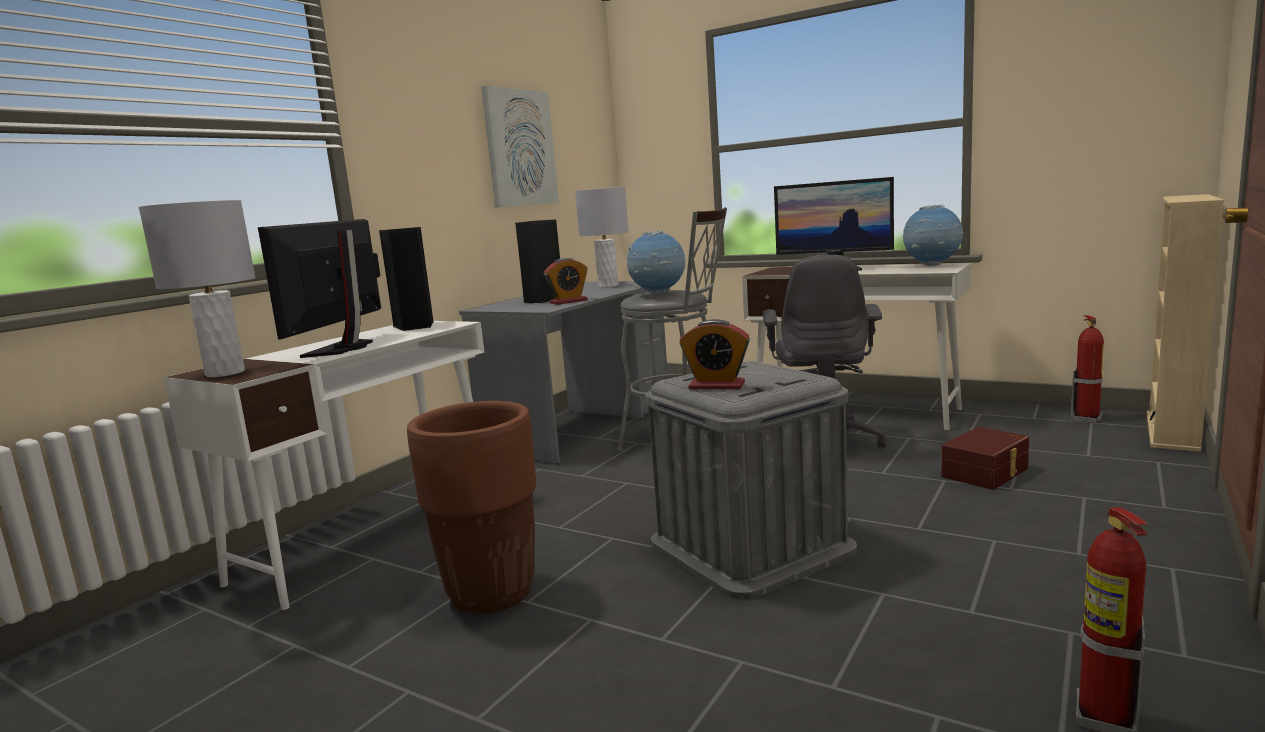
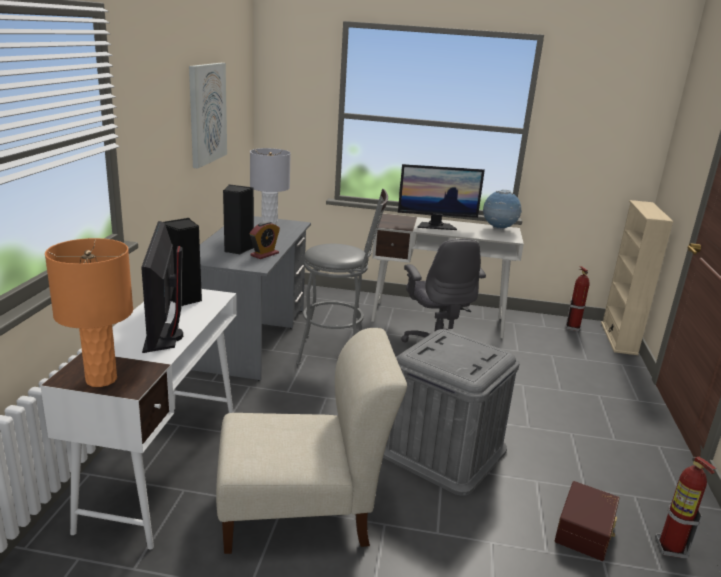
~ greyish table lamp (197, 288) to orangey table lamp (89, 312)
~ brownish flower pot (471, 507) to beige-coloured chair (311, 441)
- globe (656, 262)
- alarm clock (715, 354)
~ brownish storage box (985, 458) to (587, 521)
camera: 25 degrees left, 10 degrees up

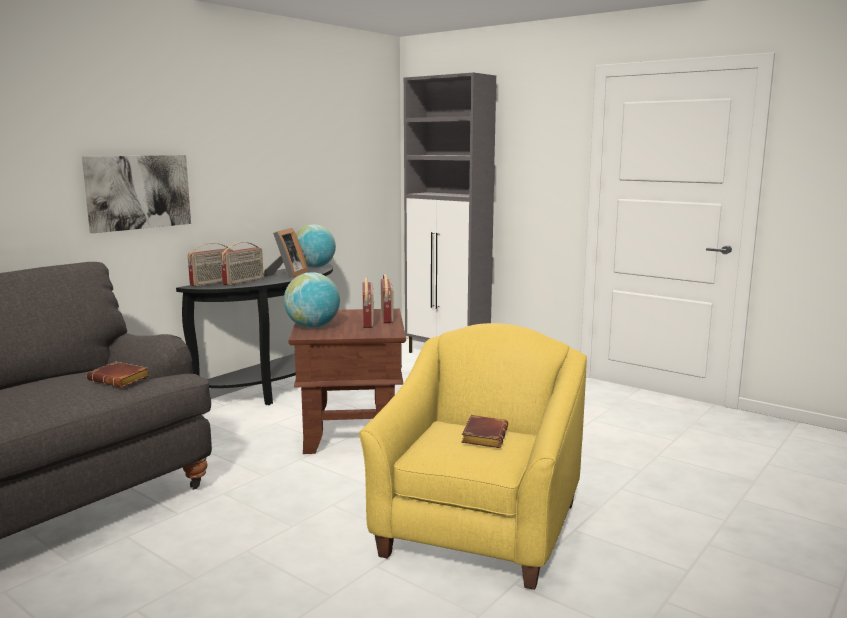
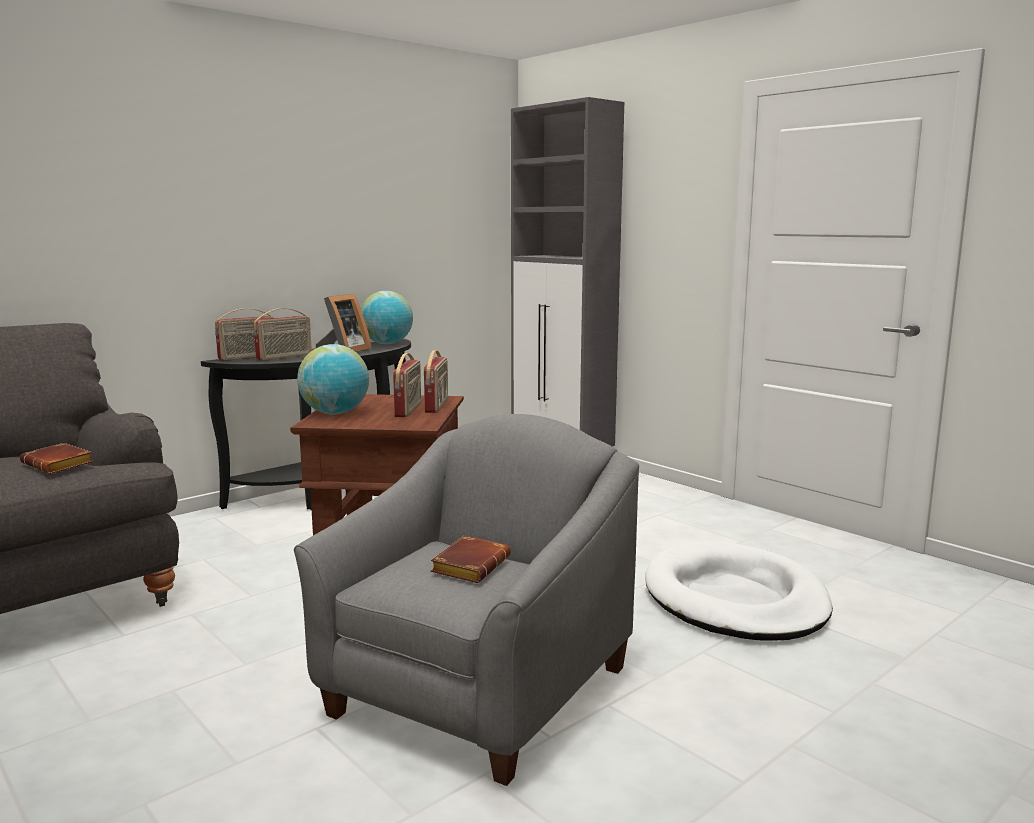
- wall art (136, 194)
~ yellow lounge chair (473, 456) to greyish lounge chair (466, 600)
+ white dog bed (739, 591)
camera: 10 degrees right, 0 degrees up

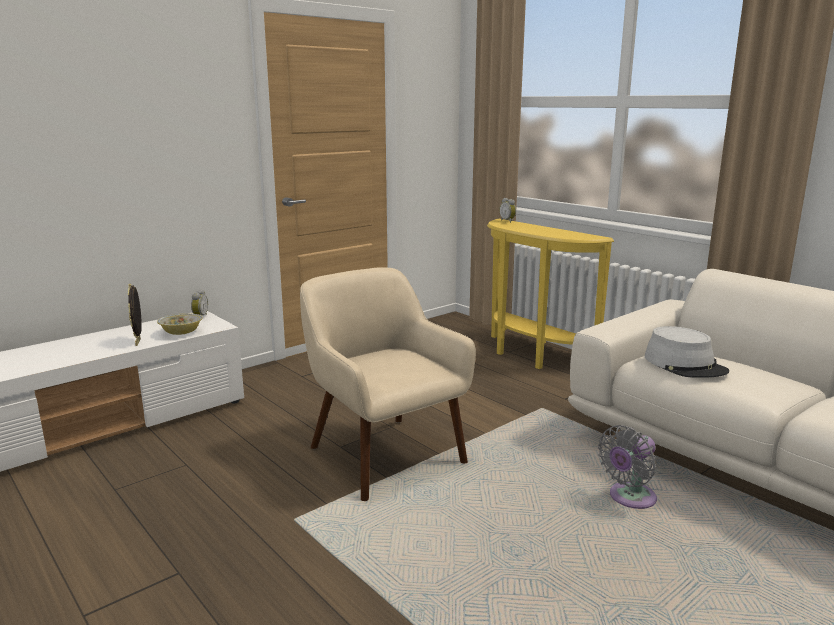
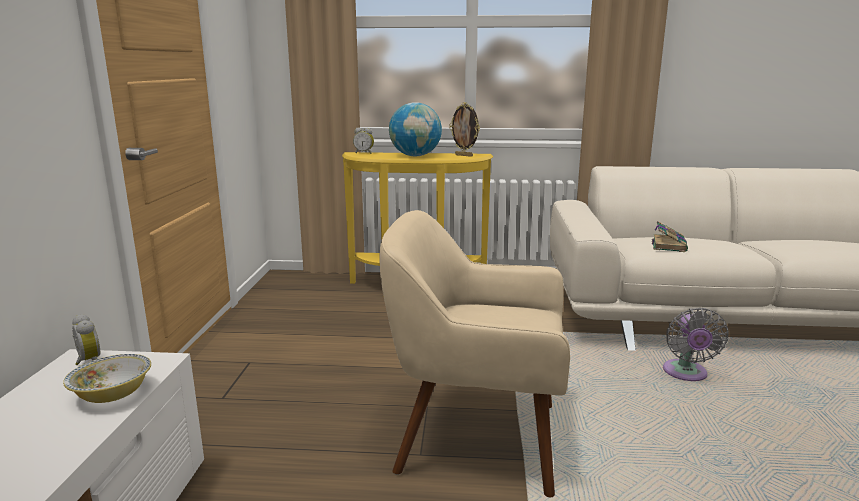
~ standing frame (135, 315) to (464, 129)
~ greyish wearable hat (687, 352) to book (670, 236)
+ globe (415, 129)
camera: 45 degrees left, 0 degrees up

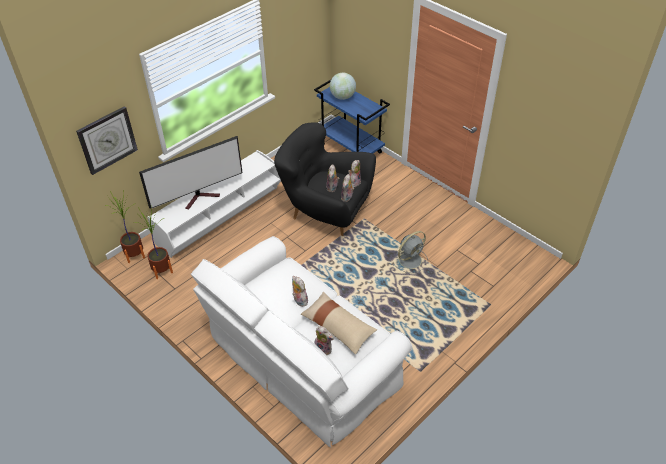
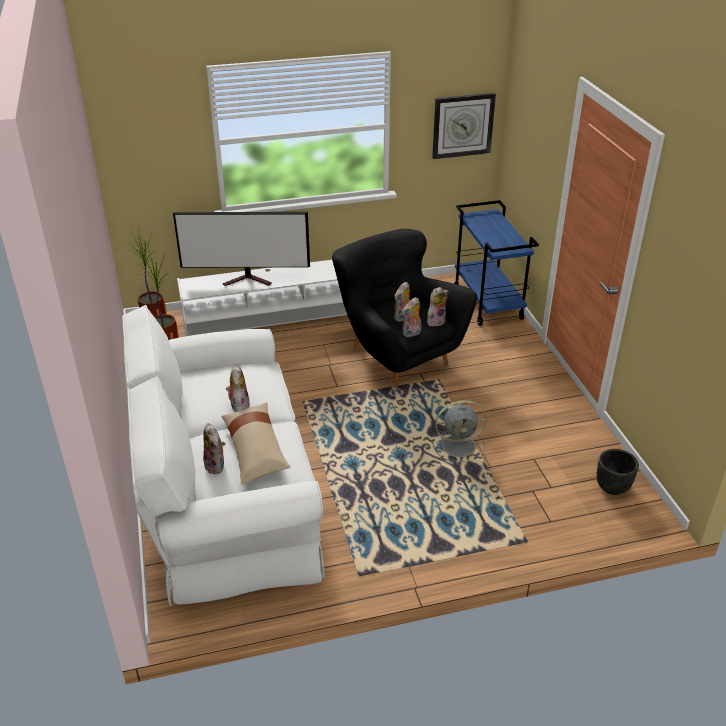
~ clock on the wall (107, 140) to (464, 126)
- globe (343, 86)
+ black flower pot (618, 472)
camera: 30 degrees right, 10 degrees down

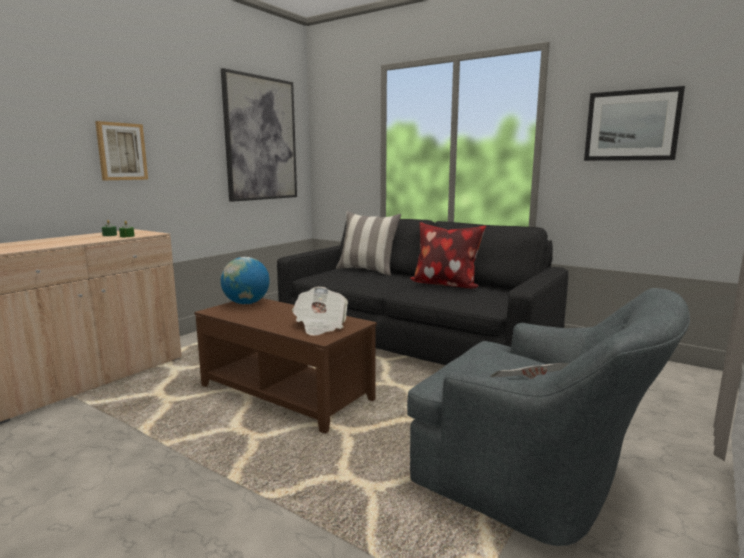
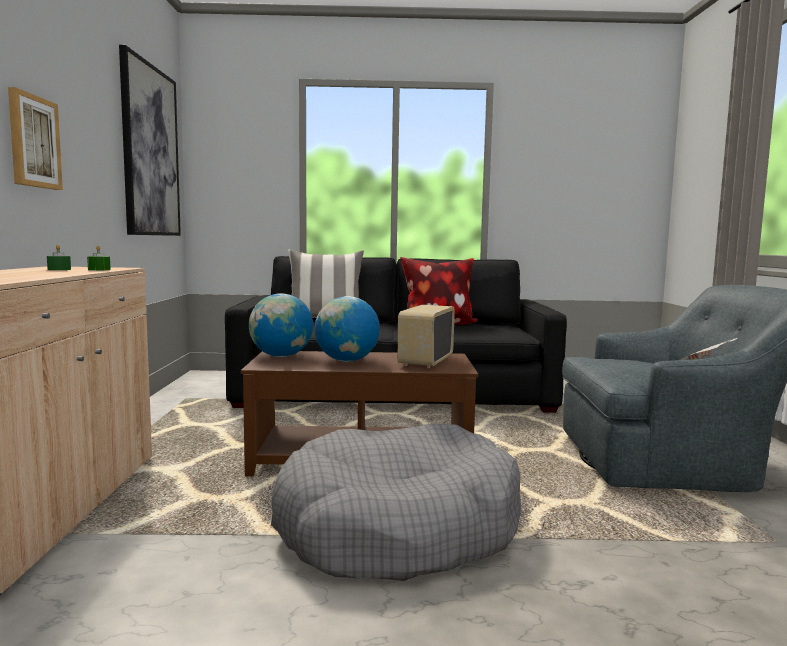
~ printed paper (320, 311) to radio (426, 336)
- wall art (634, 123)
+ greyish dog bed (396, 502)
+ globe (347, 328)
camera: 35 degrees left, 5 degrees down

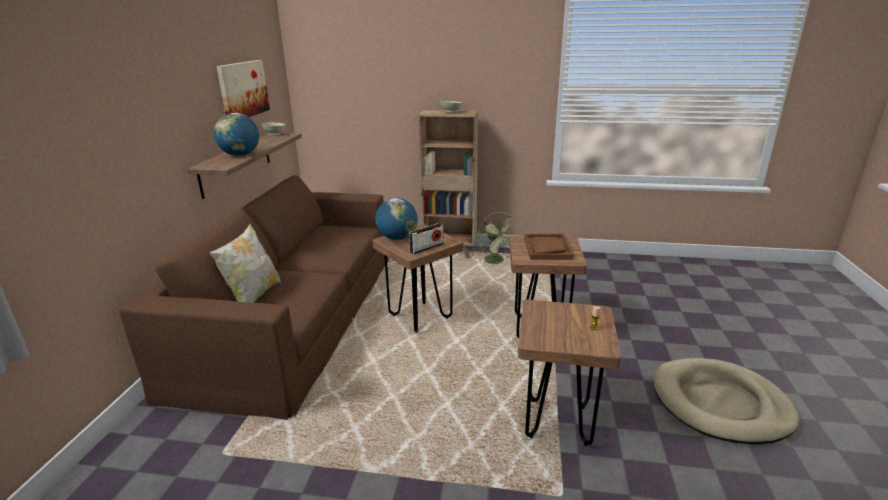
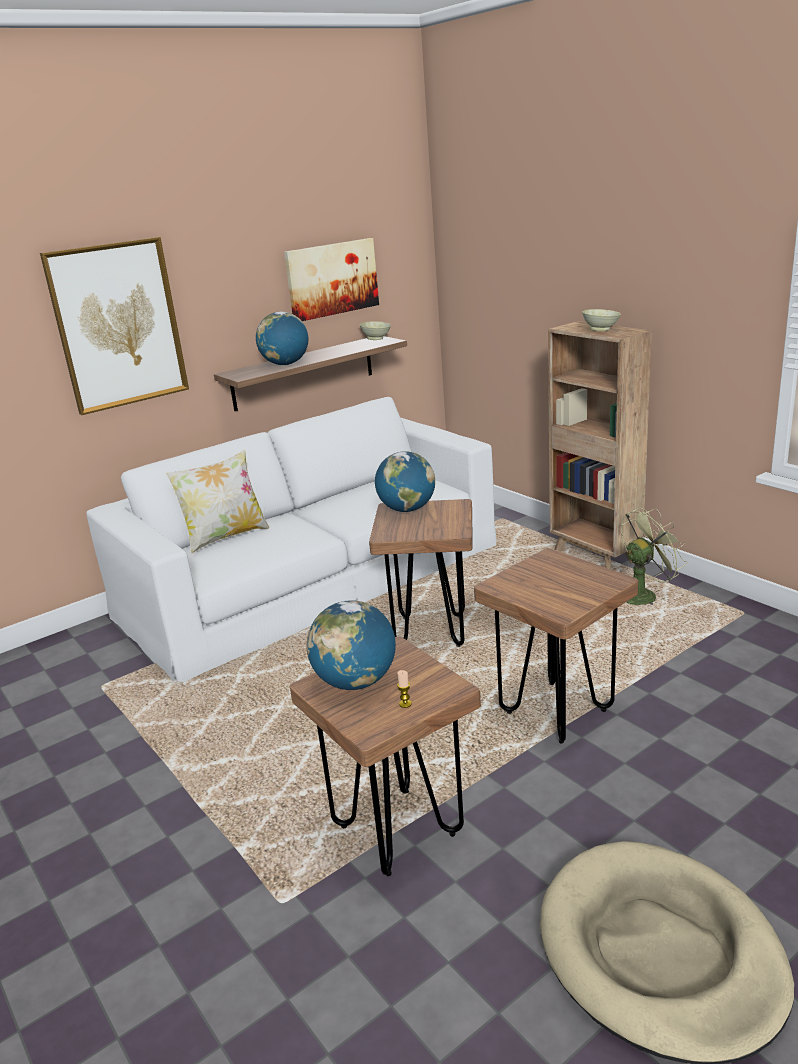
~ brownish settee (254, 297) to white settee (291, 539)
- radio (426, 238)
~ greenish cooling fan (499, 238) = (654, 556) 135 degrees counterclockwise
- brownish serving tray (549, 247)
+ wall art (114, 326)
+ globe (351, 645)
camera: 45 degrees right, 0 degrees up

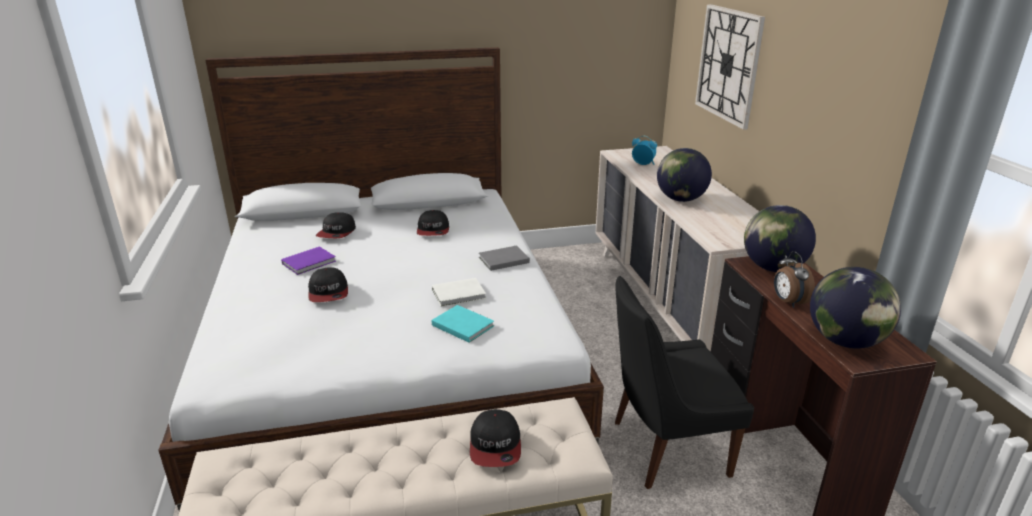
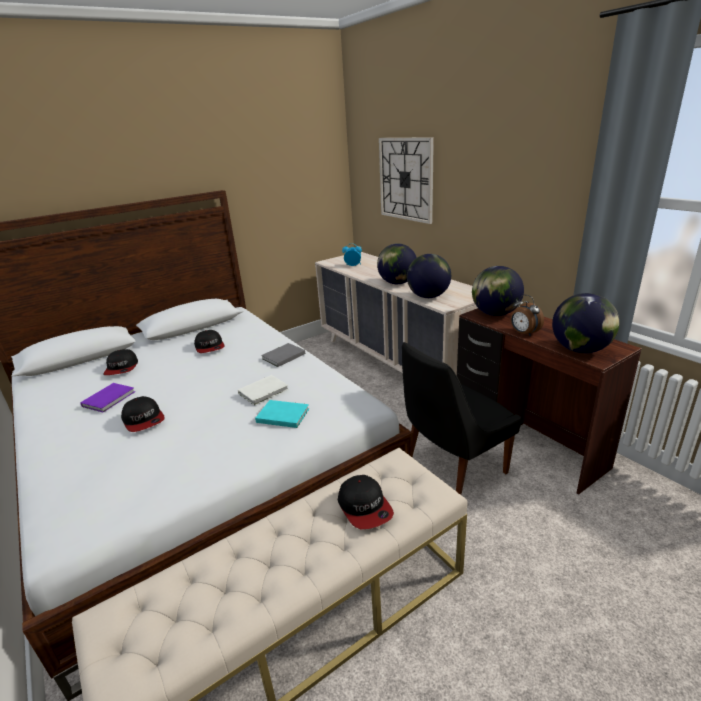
+ globe (429, 276)
camera: 20 degrees left, 0 degrees up

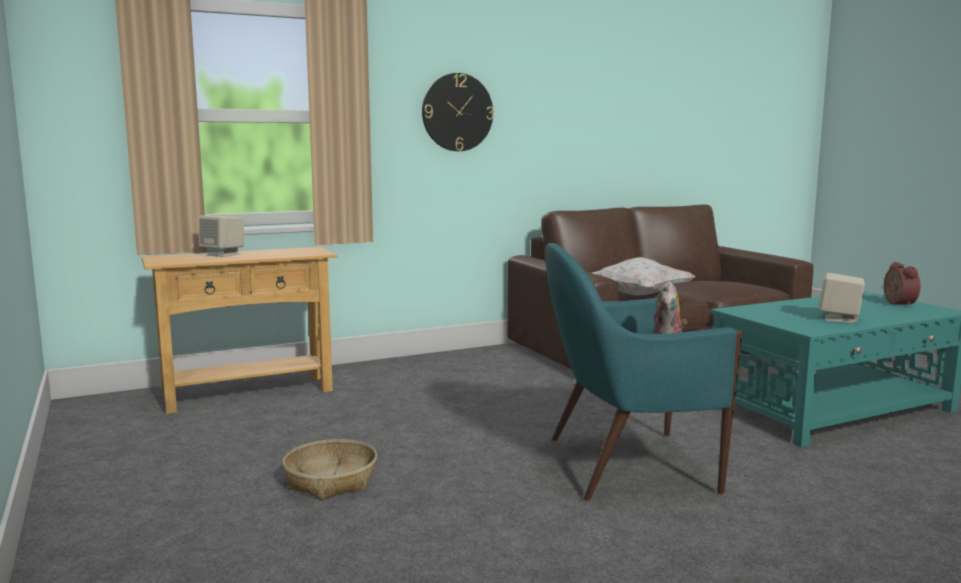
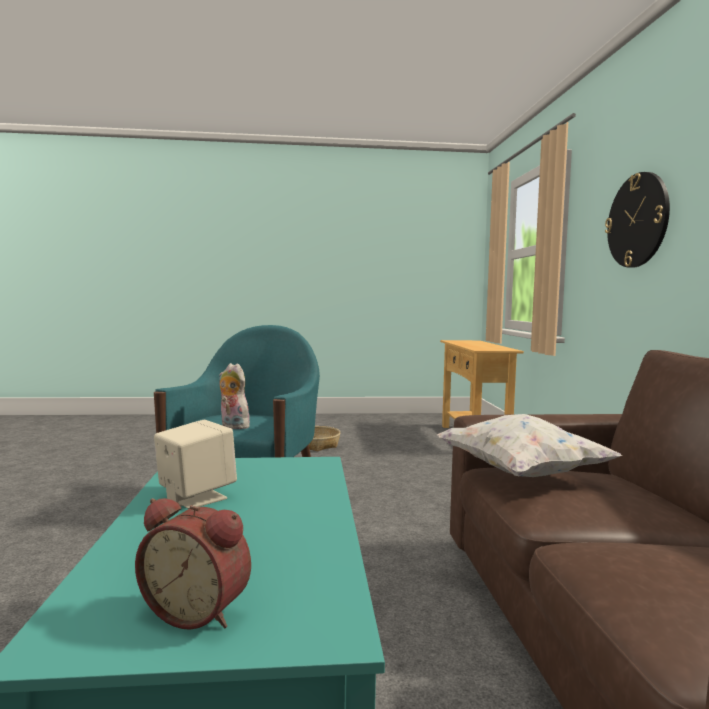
- beige-coloured loudspeaker (221, 236)
camera: 110 degrees right, 5 degrees down

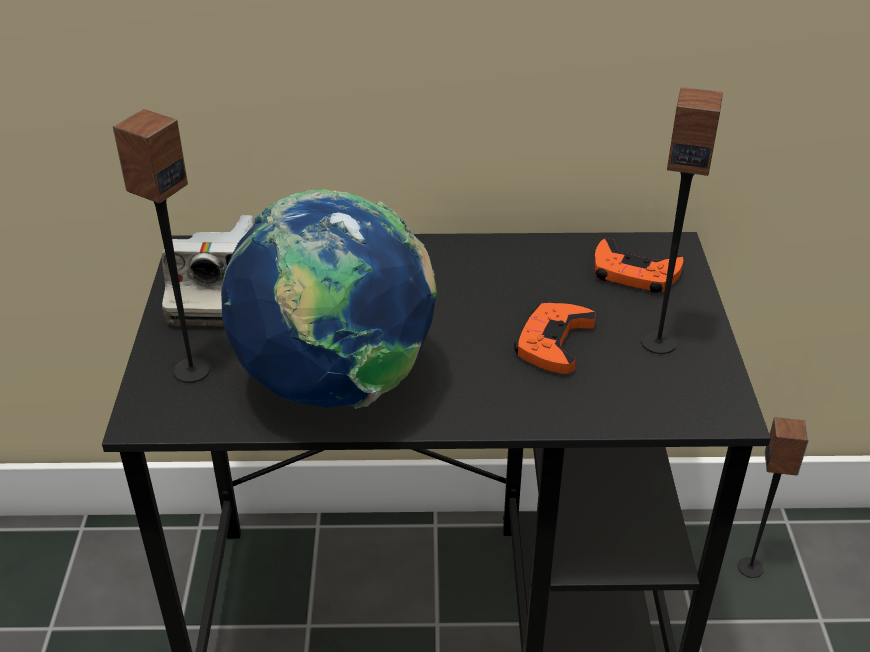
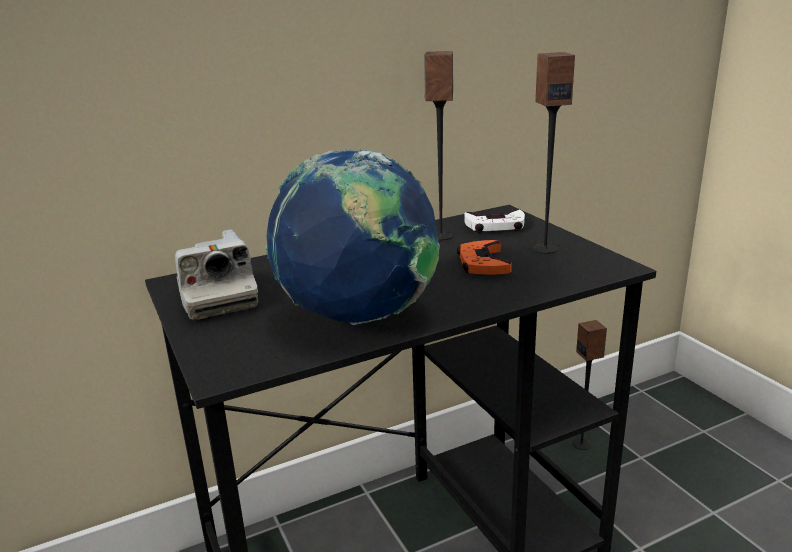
~ loudspeaker (161, 246) to (438, 145)
~ orangey game controller (639, 265) to white game controller (494, 221)
camera: 25 degrees left, 15 degrees down

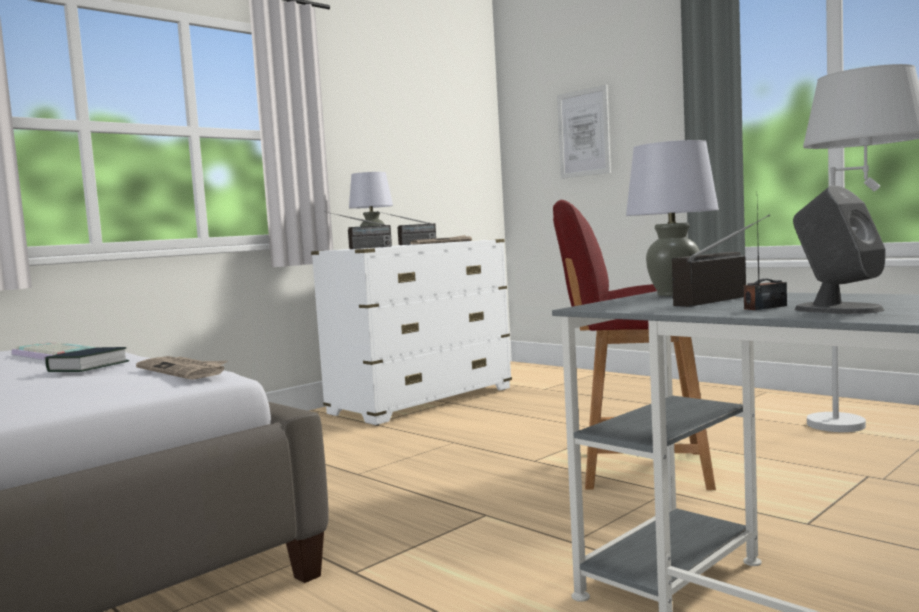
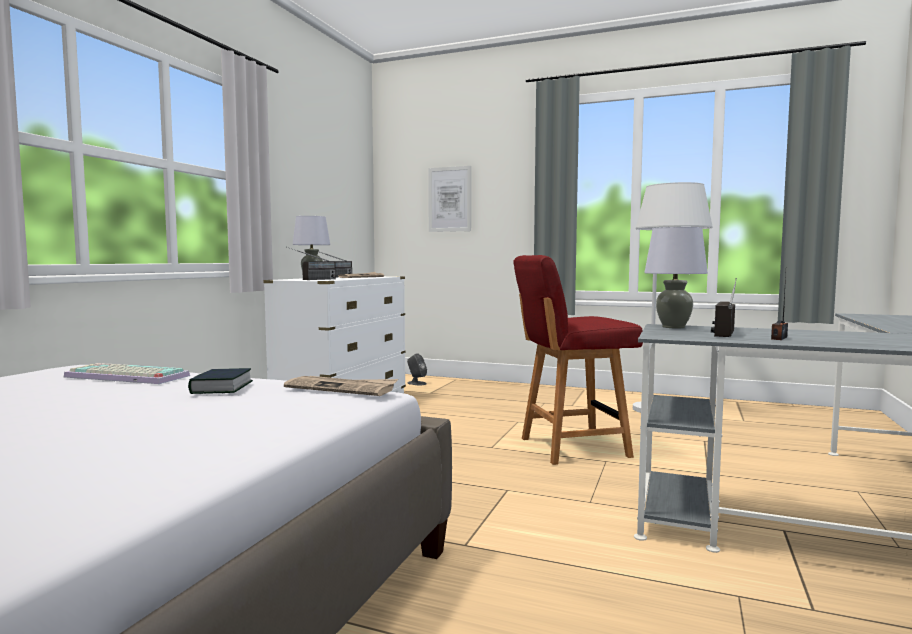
~ greyish loudspeaker (839, 249) to (417, 369)
camera: 25 degrees left, 0 degrees up

